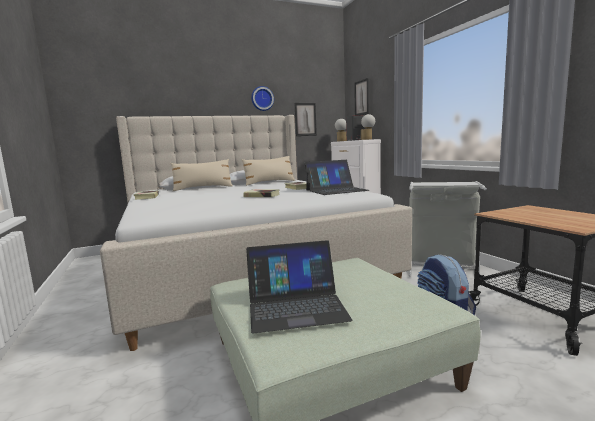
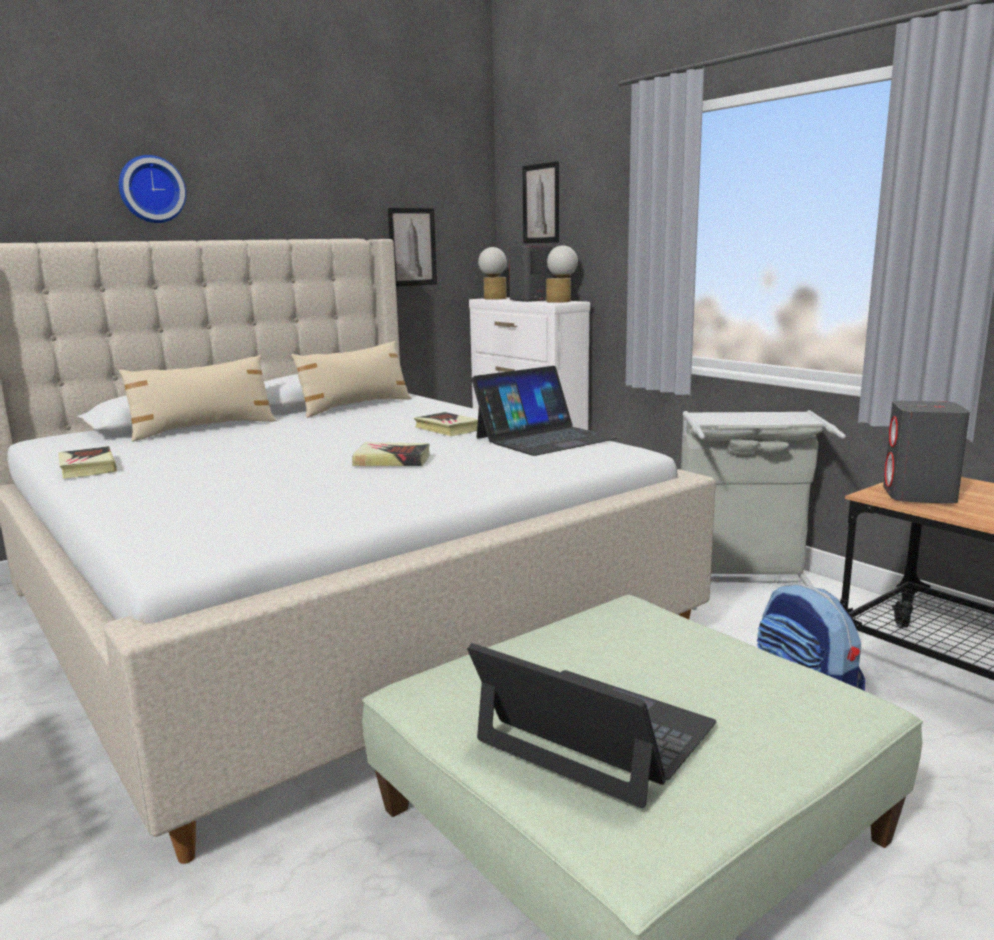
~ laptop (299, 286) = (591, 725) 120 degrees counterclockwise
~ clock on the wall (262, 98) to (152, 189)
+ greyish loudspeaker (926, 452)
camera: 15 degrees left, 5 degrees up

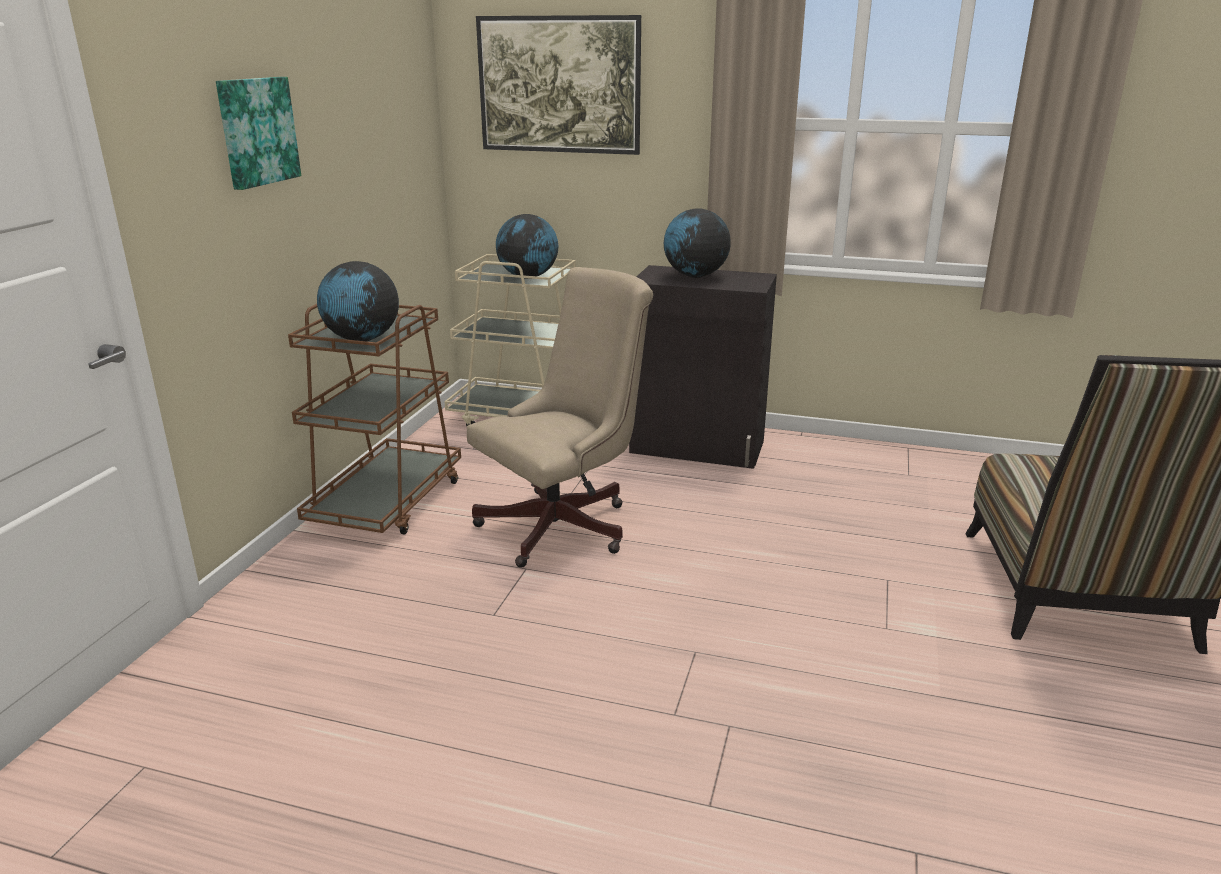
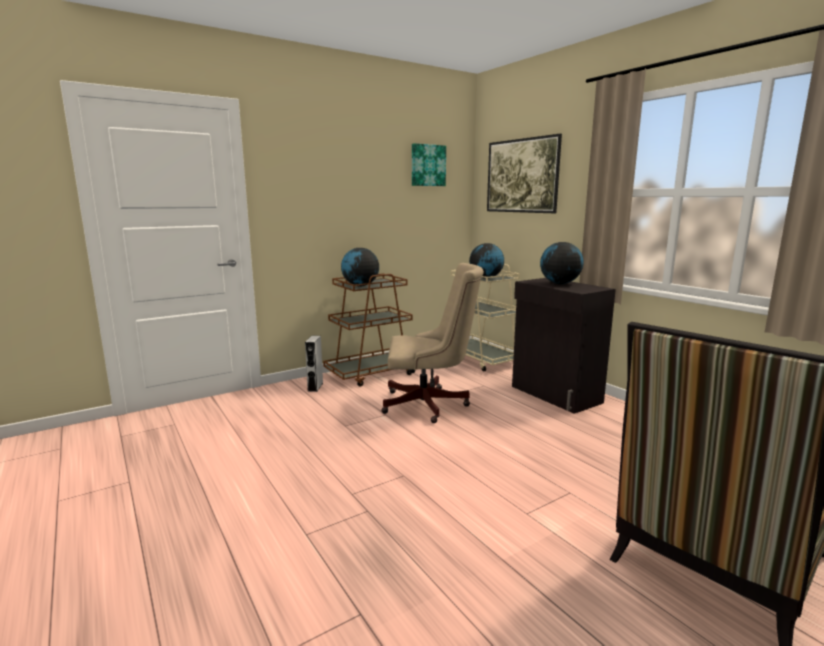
~ wall art (258, 133) to (429, 164)
+ greyish loudspeaker (314, 364)
camera: 40 degrees right, 10 degrees down

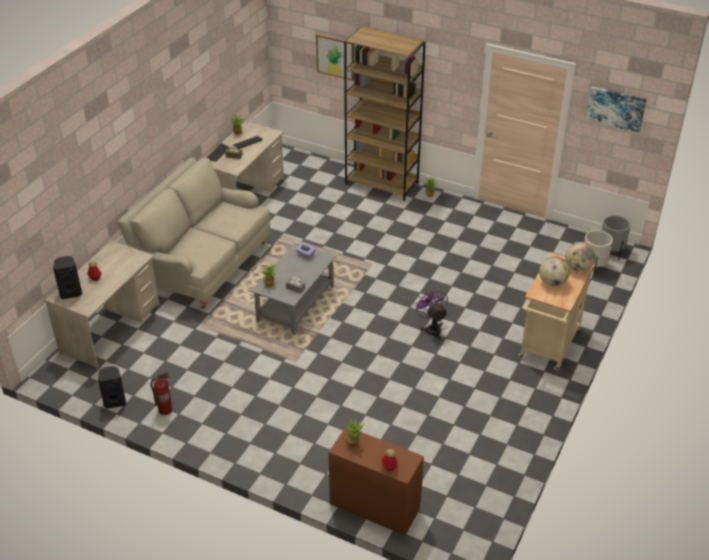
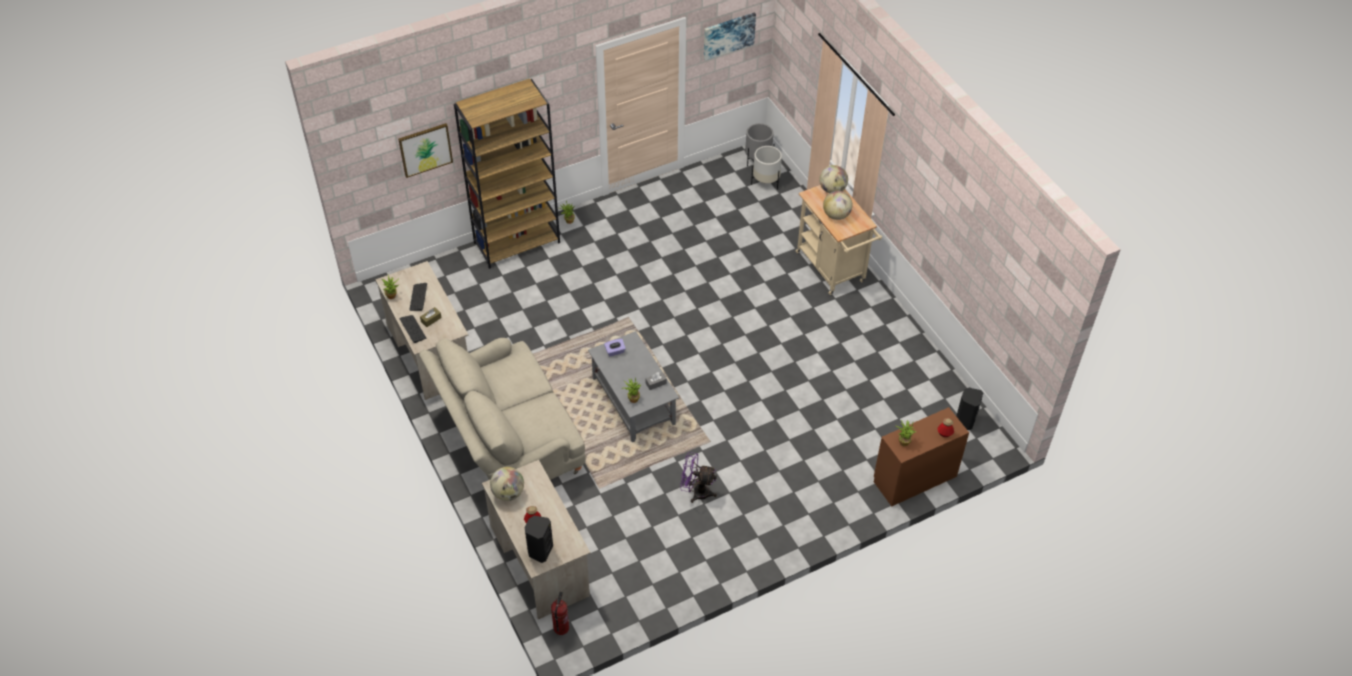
~ black loudspeaker (112, 387) to (969, 408)
~ fire extinguisher (161, 393) to (560, 613)
~ purplish cooling fan (431, 313) to (698, 477)
+ globe (507, 484)
camera: 55 degrees left, 10 degrees up

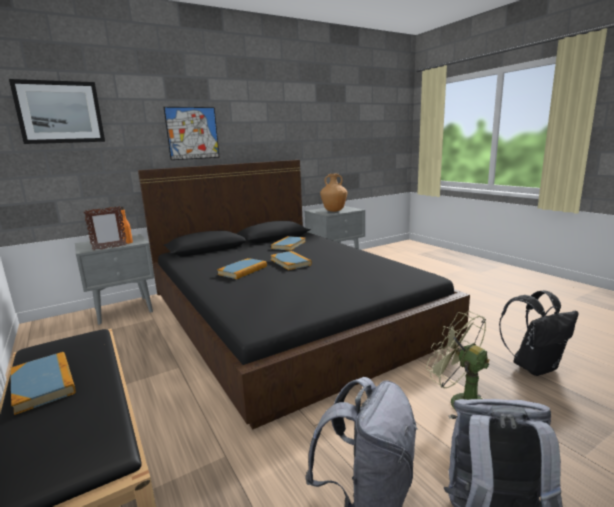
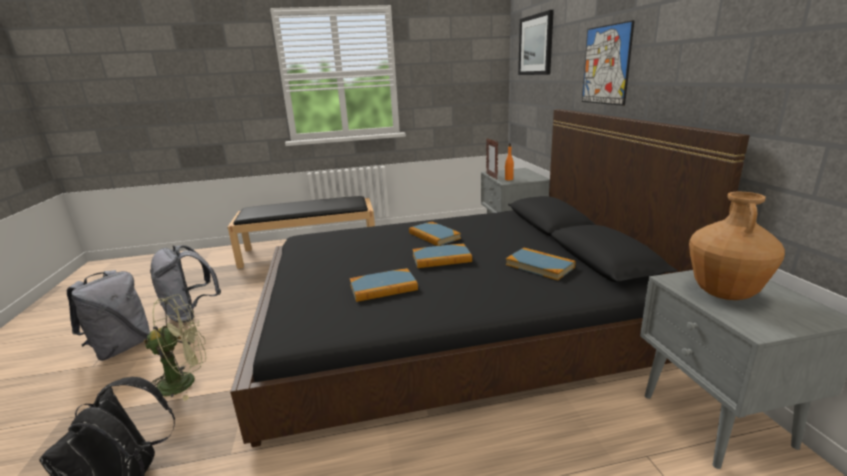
~ book (43, 383) to (384, 285)
camera: 110 degrees right, 5 degrees up

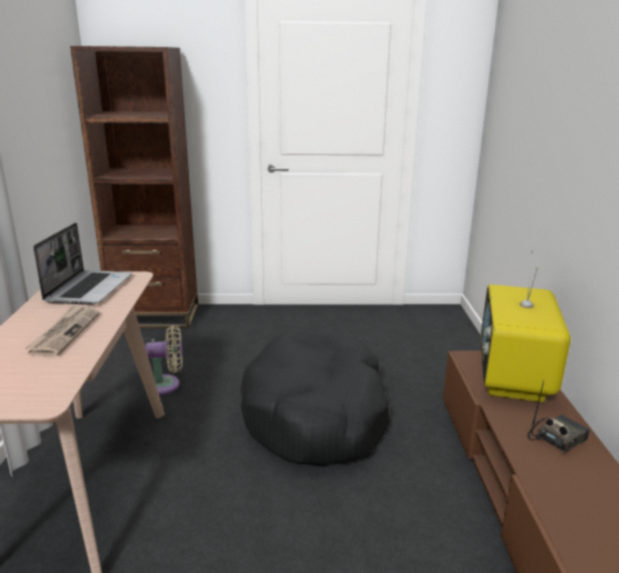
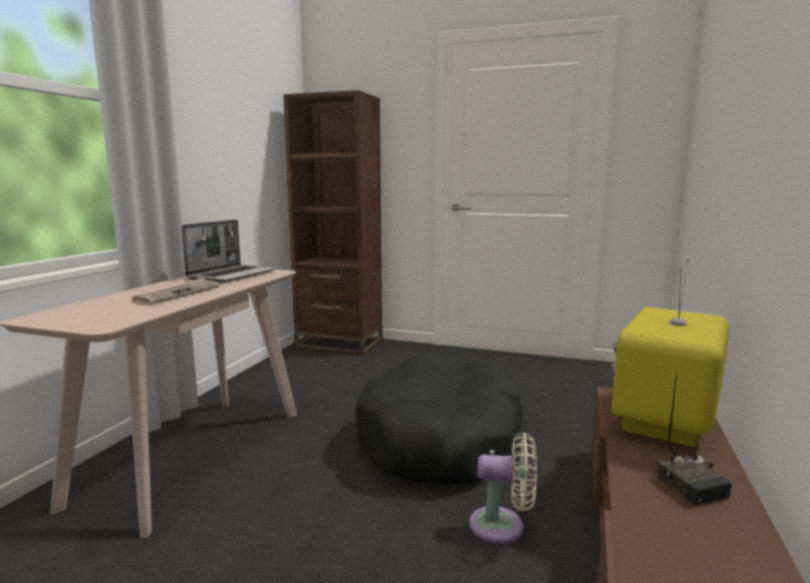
~ beige-coloured cooling fan (163, 360) to (503, 488)
~ radio (558, 417) = (693, 439) 90 degrees clockwise
camera: 20 degrees right, 10 degrees down

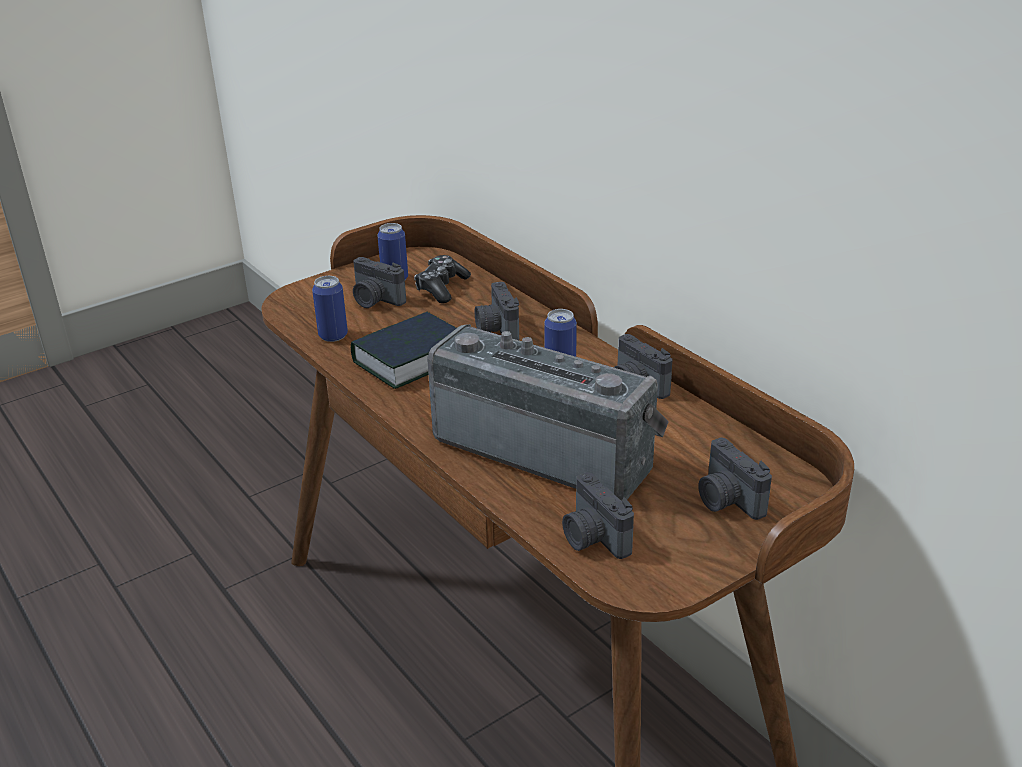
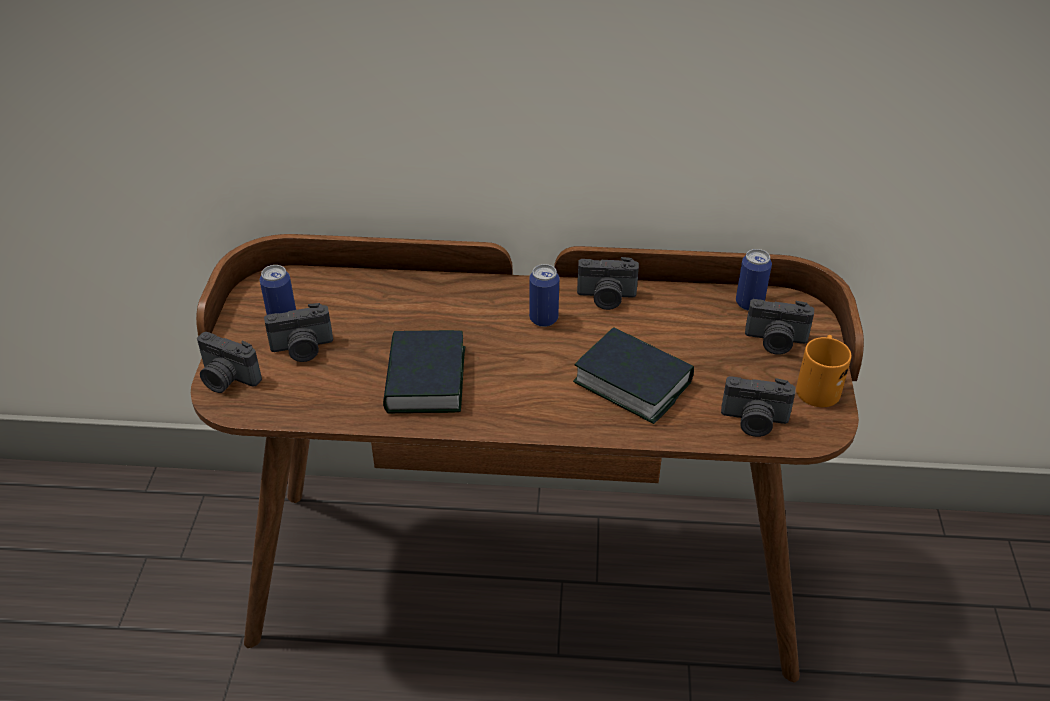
~ metal can (330, 309) to (754, 279)
- game controller (442, 279)
~ radio (548, 412) to book (633, 375)
~ photo camera (497, 311) to (229, 362)
+ orangey tea mug (823, 371)
camera: 50 degrees left, 10 degrees up

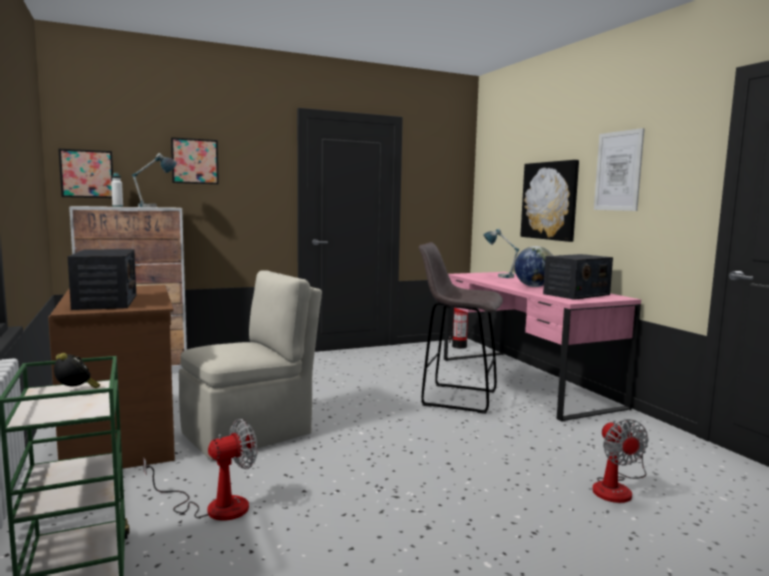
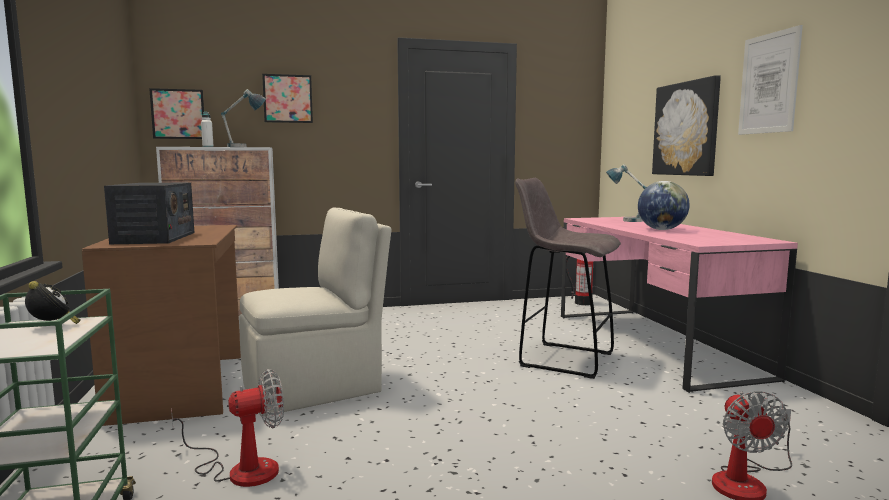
- radio (578, 277)
camera: 10 degrees right, 0 degrees up

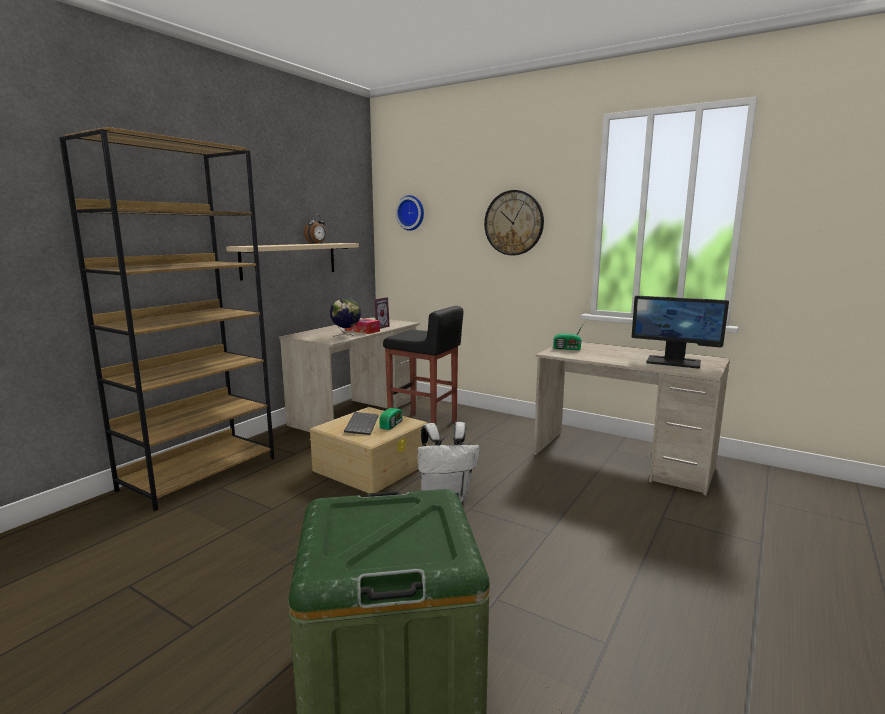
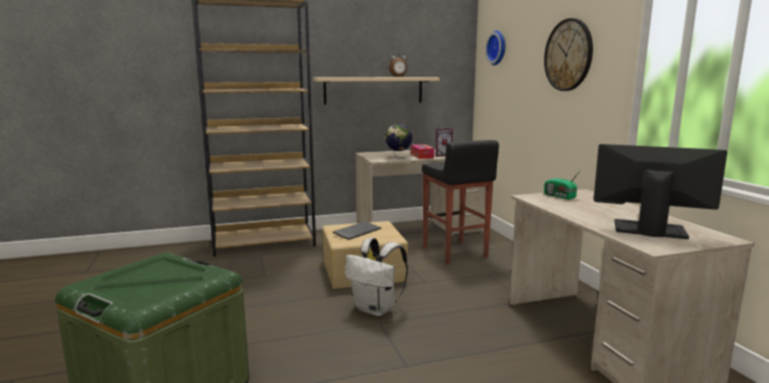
- radio (391, 411)
~ computer screen (680, 332) = (660, 191) 135 degrees clockwise
camera: 40 degrees right, 0 degrees up

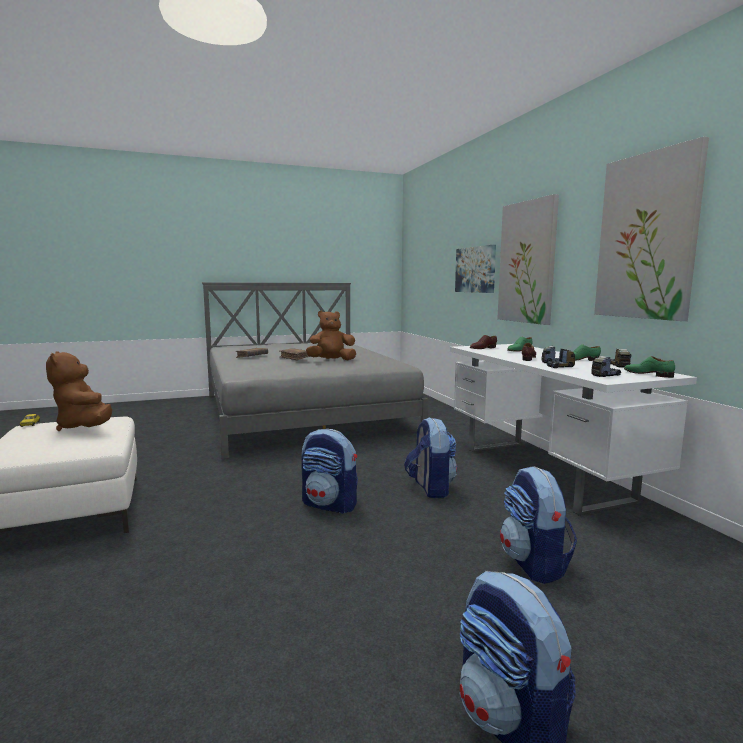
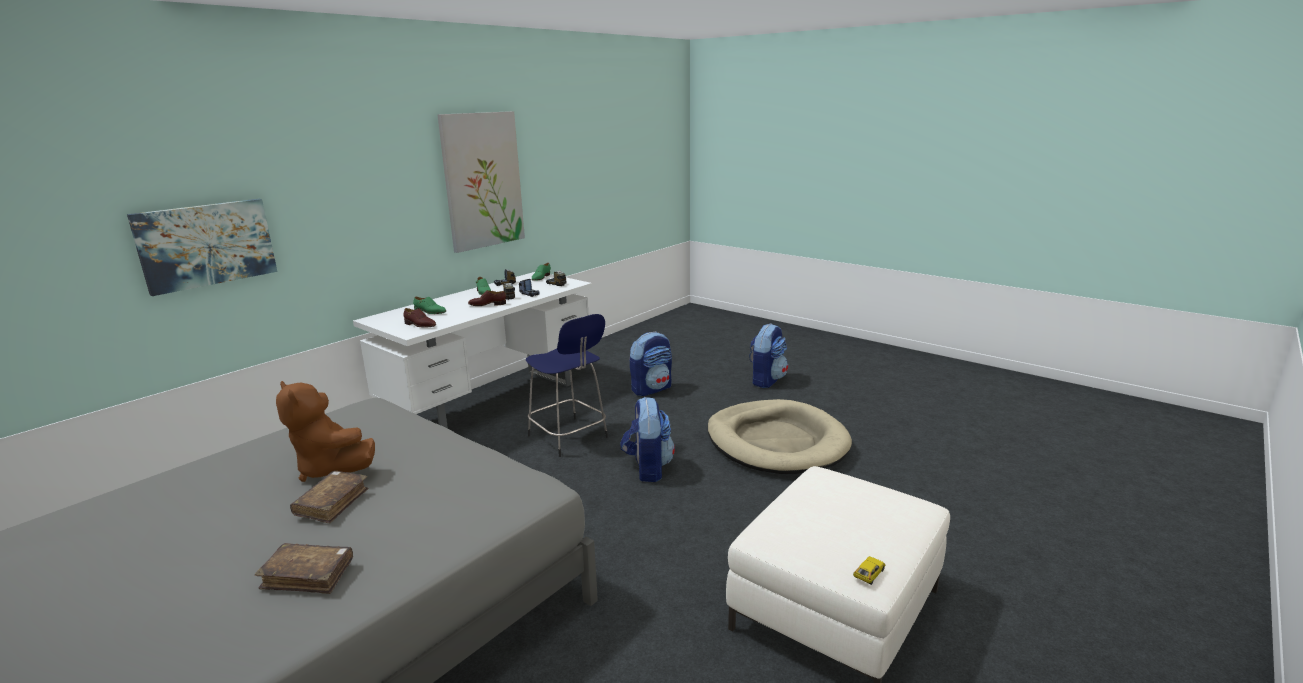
- brownish plush toy (79, 391)
~ knapsack (430, 457) to blue stool seat (567, 385)
- wall art (528, 259)
+ beige-coloured dog bed (779, 436)
camera: 120 degrees left, 10 degrees up

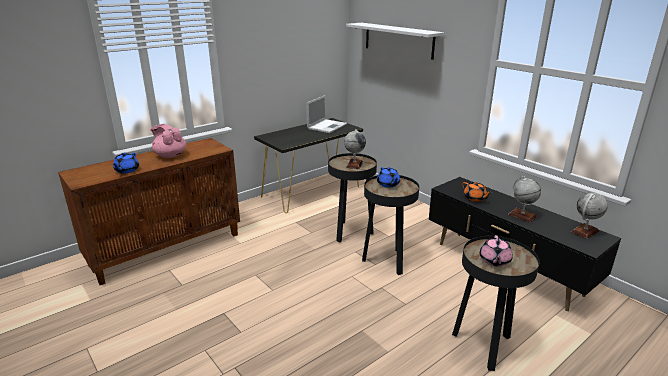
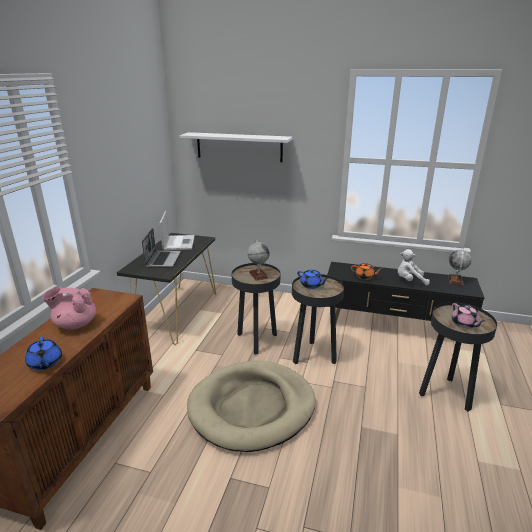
~ globe (524, 200) to white plush toy (414, 267)
+ laptop (161, 248)
+ beige-coloured dog bed (251, 406)
camera: 35 degrees left, 0 degrees up

